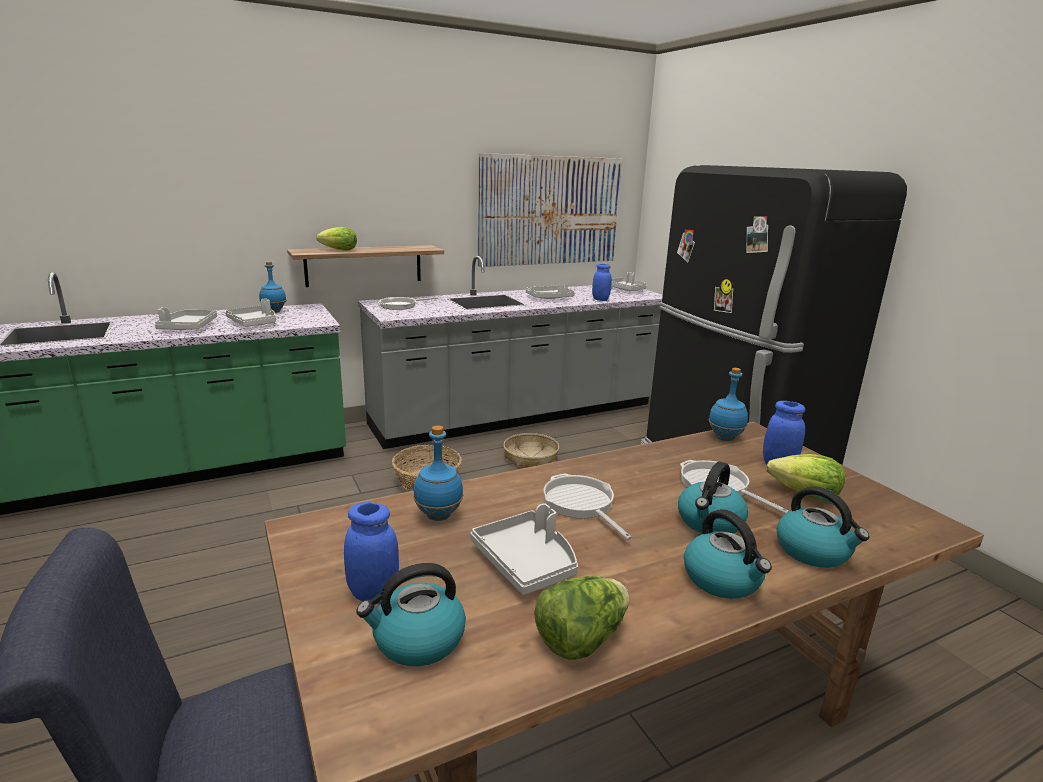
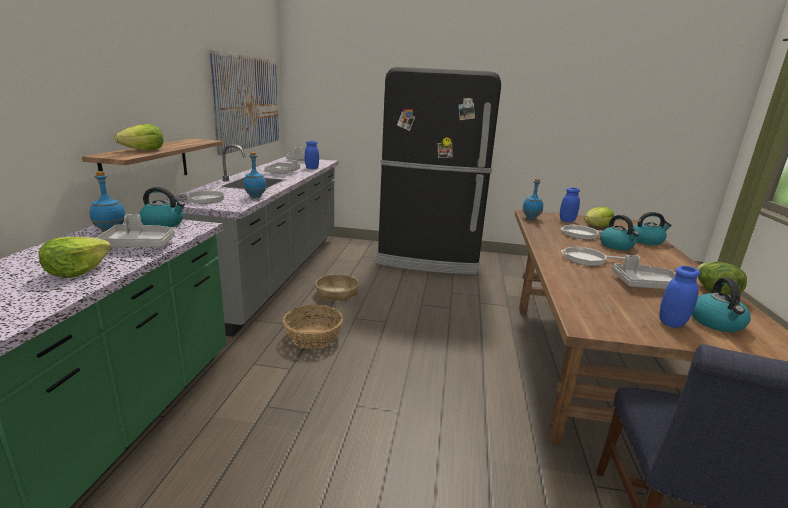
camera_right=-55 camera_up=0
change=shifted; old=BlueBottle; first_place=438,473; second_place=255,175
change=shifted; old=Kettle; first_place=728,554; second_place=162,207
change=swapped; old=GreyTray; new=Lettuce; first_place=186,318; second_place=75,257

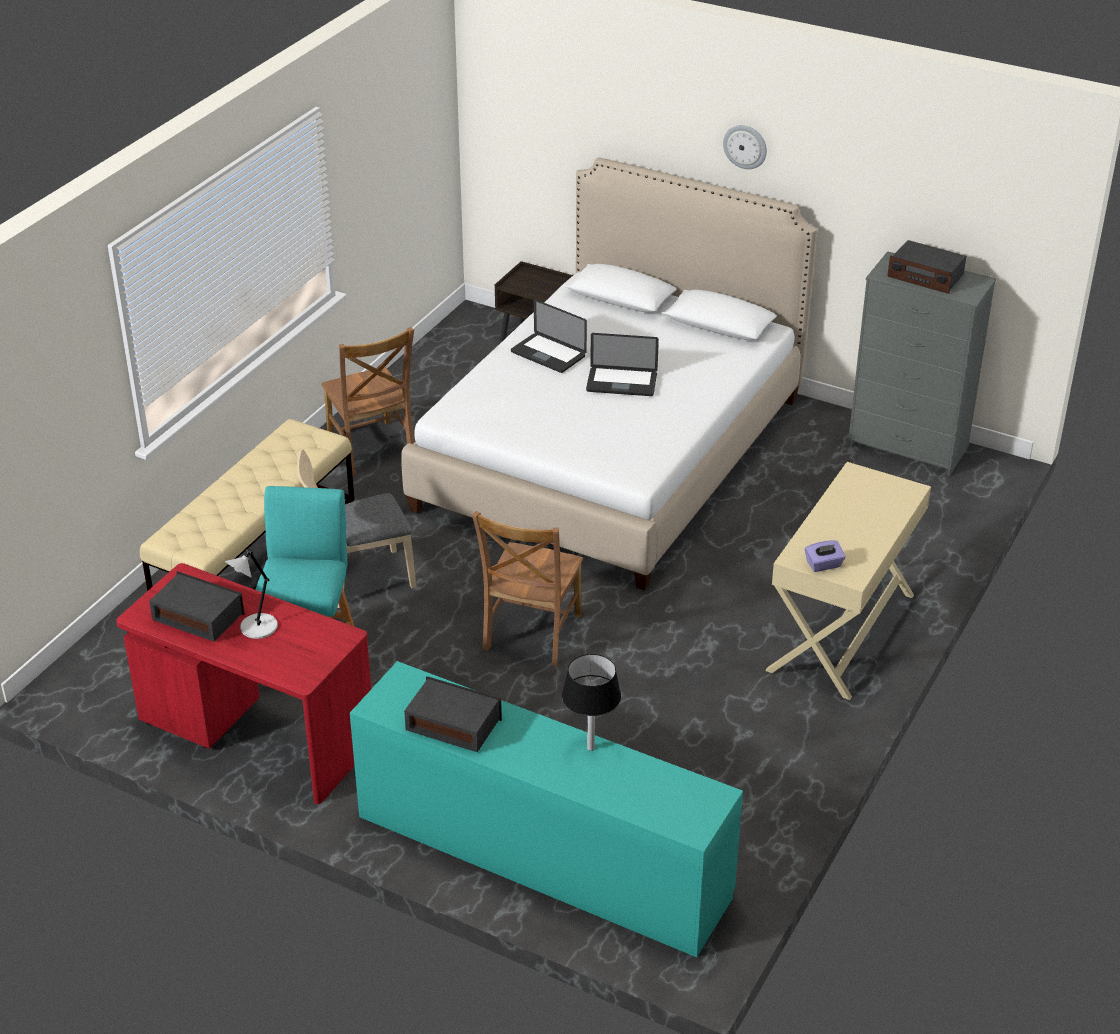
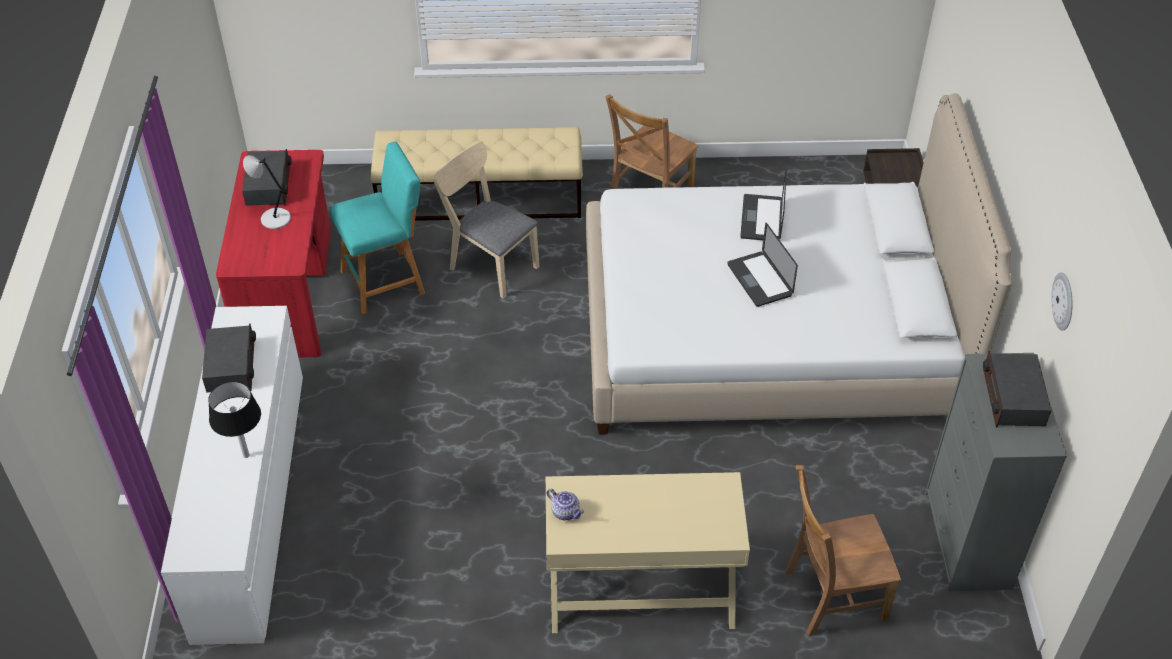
camera_right=60 camera_up=10
change=shifted; old=BrownChair; first_place=527,588; second_place=843,550
change=shifted; old=WallClock; first_place=745,147; second_place=1061,301
change=swapped; old=PurpleTissueBox; new=Teapot; first_place=825,556; second_place=565,505
change=repainted; old=TurquoiseDresser; new=WhiteDresser; first_place=546,809; second_place=232,475

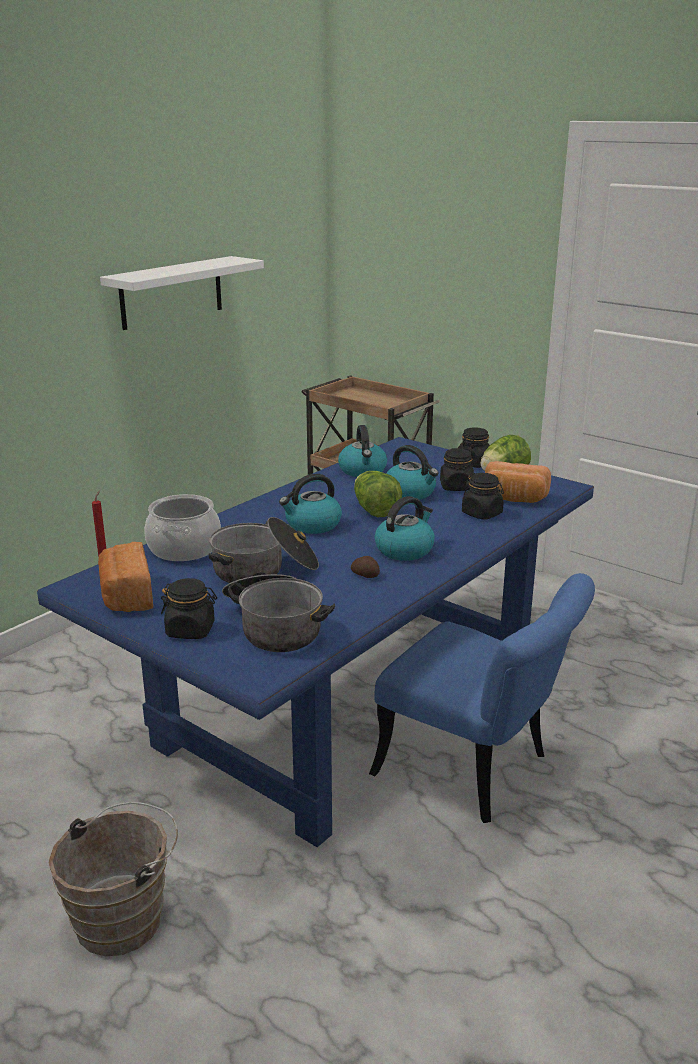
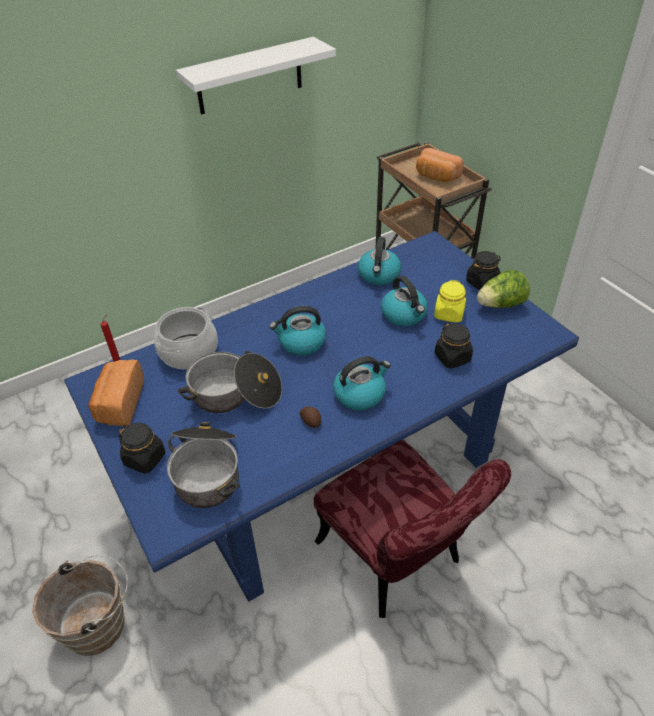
camera_right=20 camera_up=20
change=gone; old=Lettuce; first_place=378,494
change=shifted; old=Bread; first_place=518,482; second_place=440,165
change=repainted; old=BlueChair; new=RedChair; first_place=482,698; second_place=412,529
change=repainted; old=BlackJar; new=YellowJar; first_place=457,469; second_place=450,301

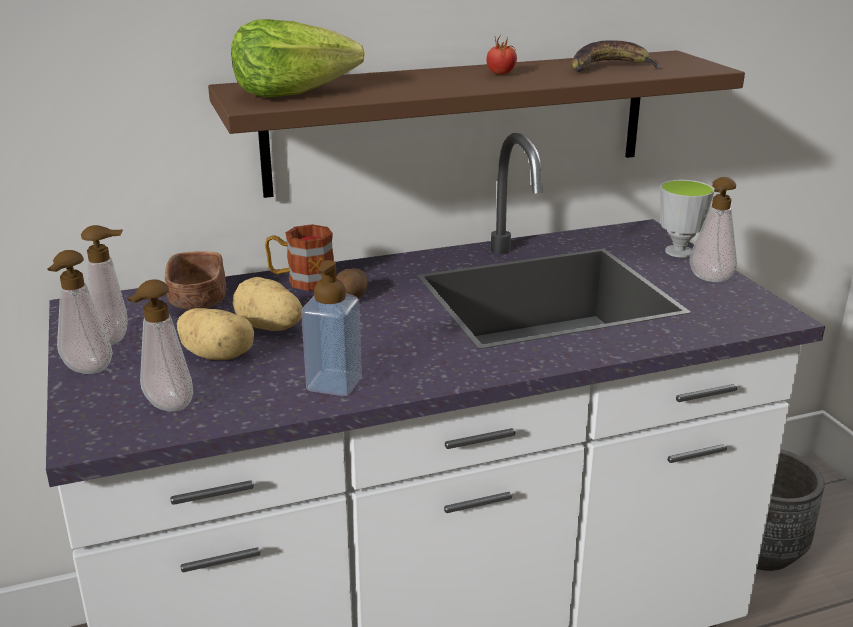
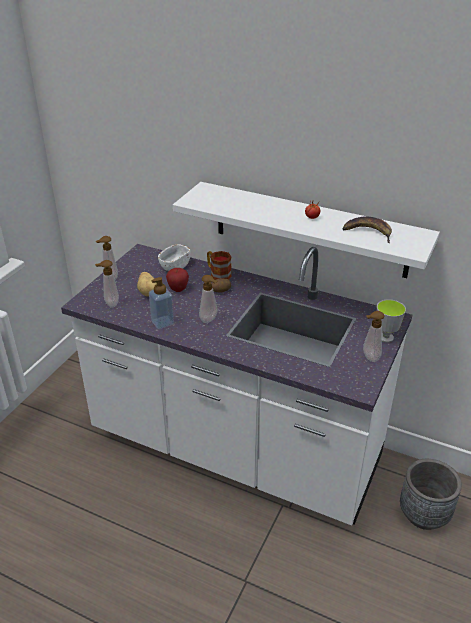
camera_right=45 camera_up=10
change=gone; old=Lettuce; first_place=298,58
change=shifted; old=SoapDispenser; first_place=104,285; second_place=208,299
change=swapped; old=Potato; new=Apple; first_place=268,304; second_place=177,280
change=repainted; old=BrownBowl; new=WhiteBowl; first_place=195,280; second_place=174,257
change=repainted; old=BrownShelf; new=WhiteShelf; first_place=476,124; second_place=306,230

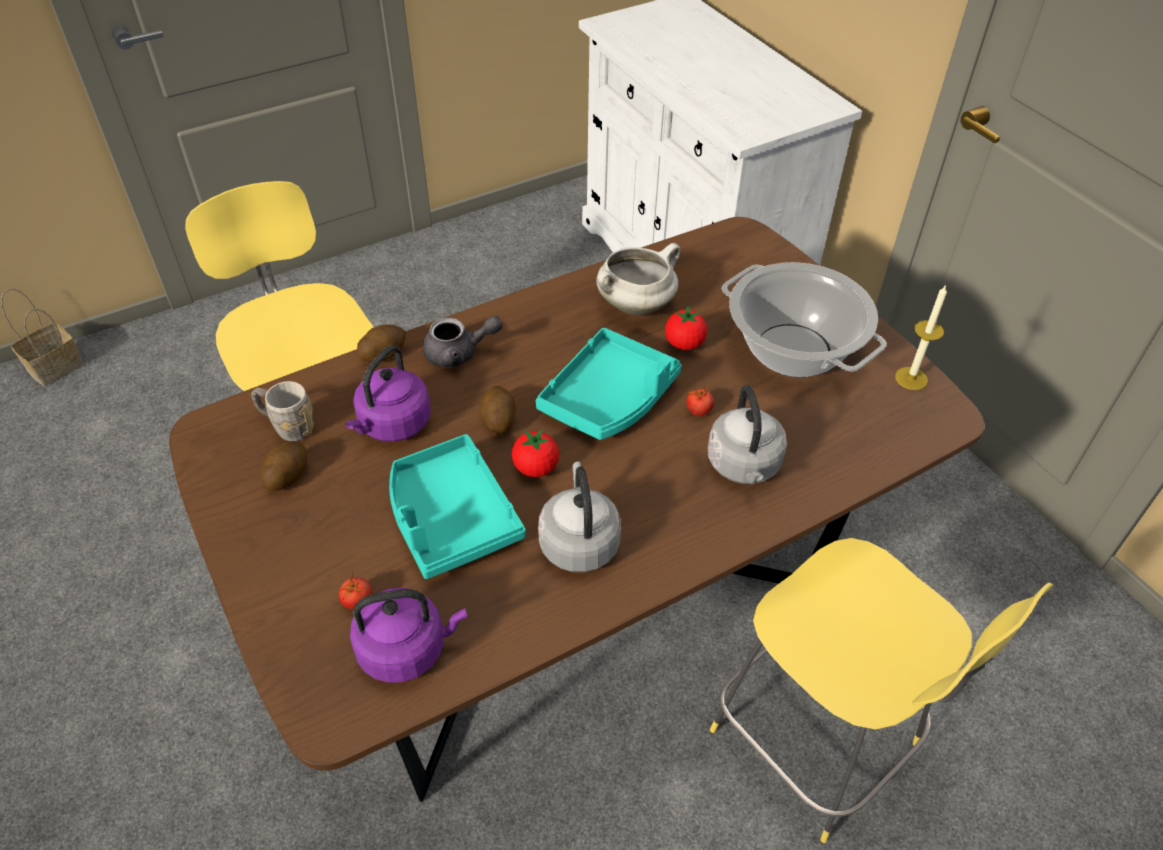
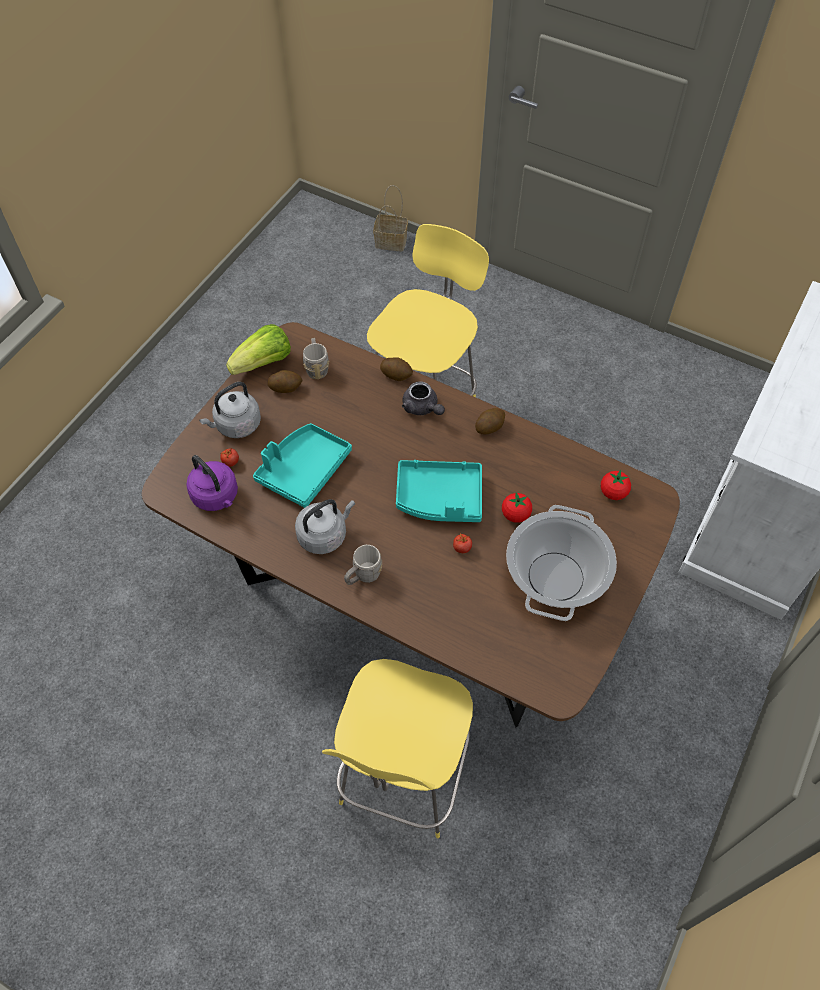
camera_right=60 camera_up=10
change=gone; old=PurpleKettle; first_place=388,393
change=gone; old=WhiteCookingPot; first_place=639,279
change=gone; old=Candle; first_place=921,337
change=new; new=Lettuce; second_place=258,349
change=new; new=GreyMug; second_place=363,565
change=shifted; old=Potato; first_place=498,410; second_place=490,421
change=shifted; old=Tomato; first_place=535,453; second_place=615,485
change=shifted; old=GreyKettle; first_place=747,434; second_place=230,410

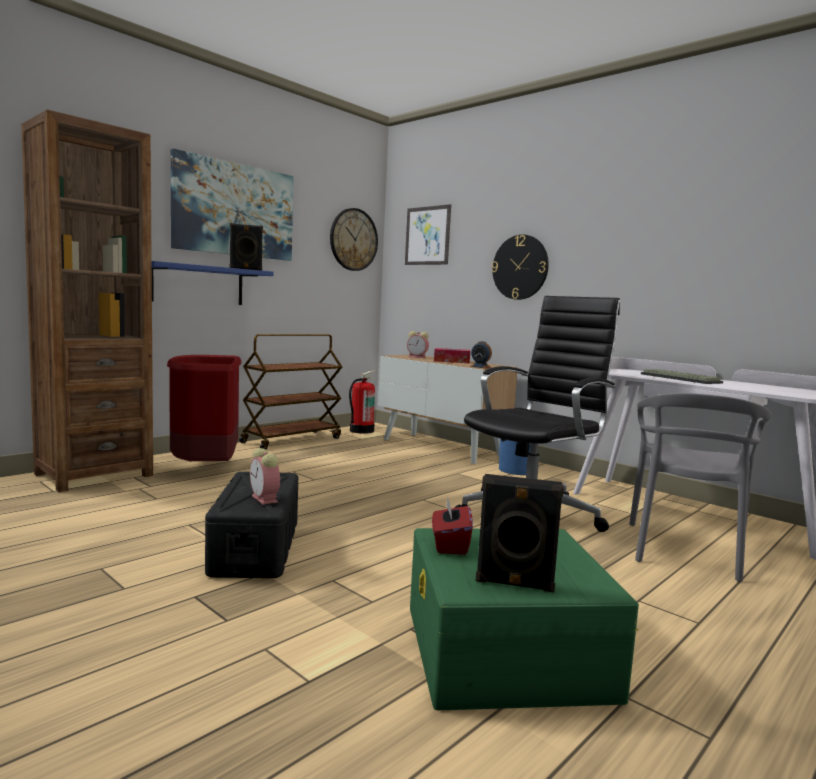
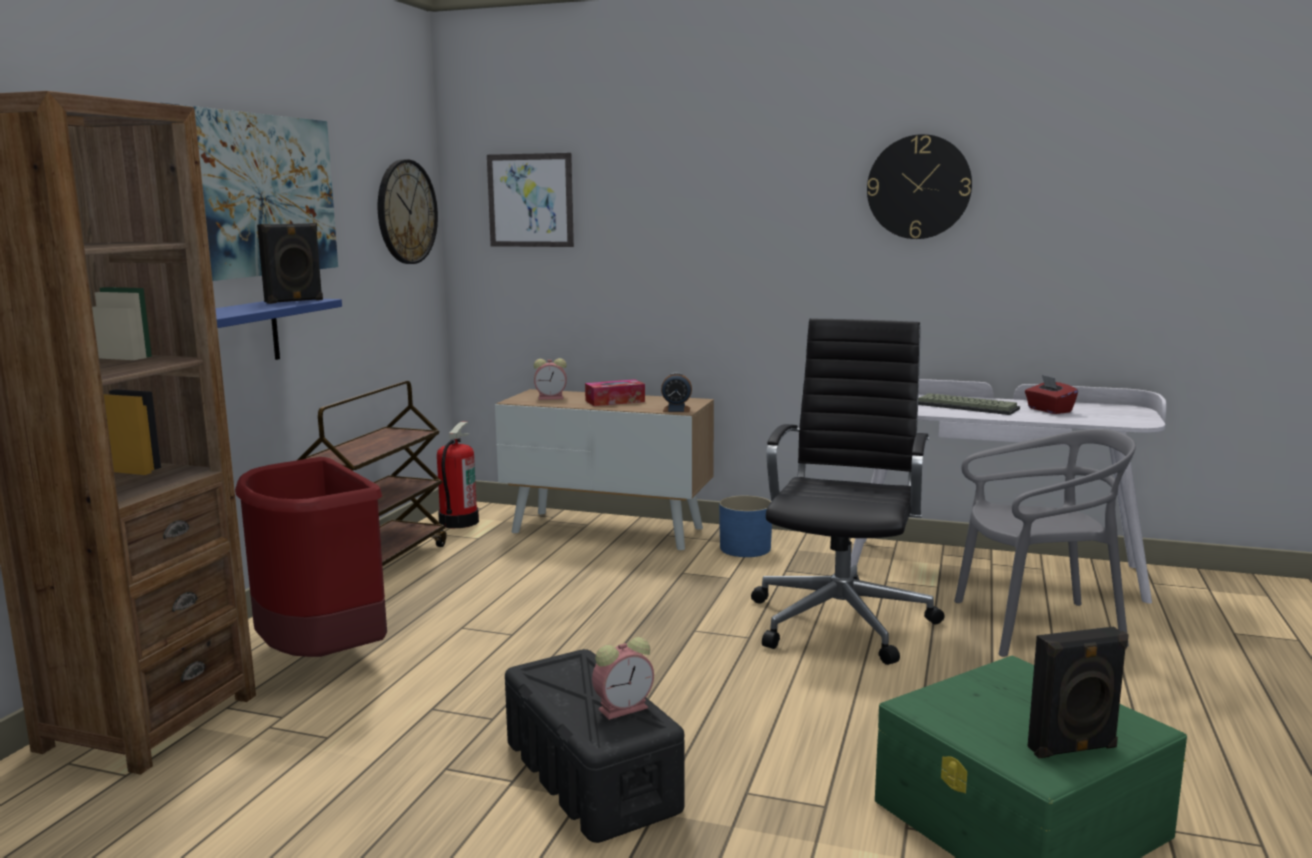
camera_right=-25 camera_up=5
change=shifted; old=RedTissueBox; first_place=452,526; second_place=1051,394
change=shifted; old=WallClock; first_place=520,267; second_place=919,186
change=rotated; old=AlarmClock; first_place=265,476; second_place=623,678; degrees=-60
change=rotated; old=GreyChair; first_place=700,487; second_place=1045,543; degrees=-90

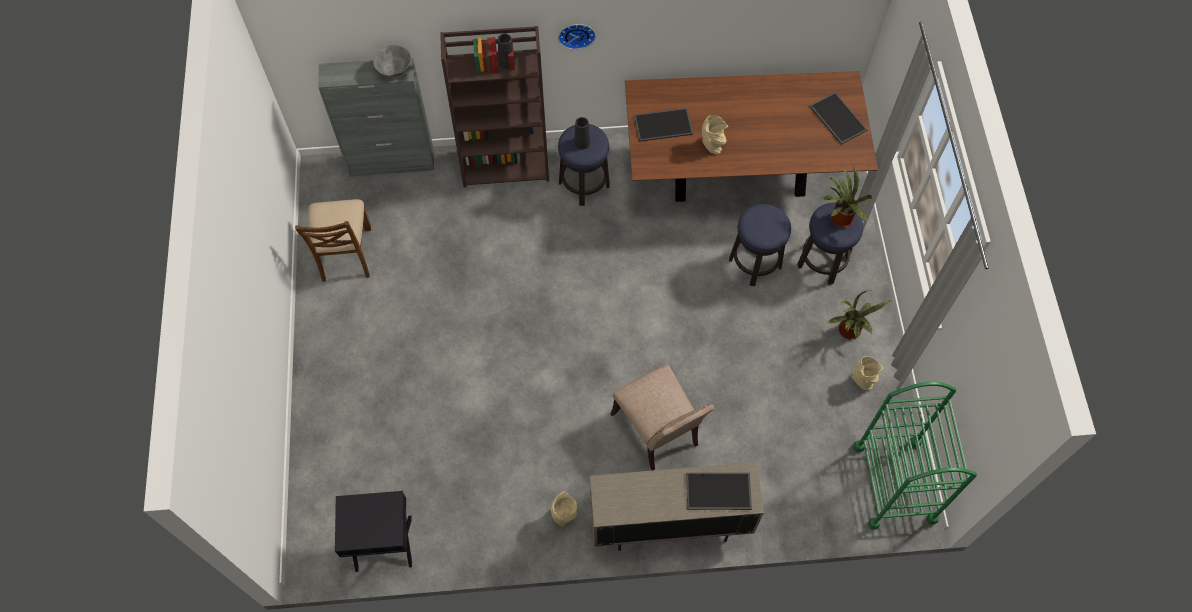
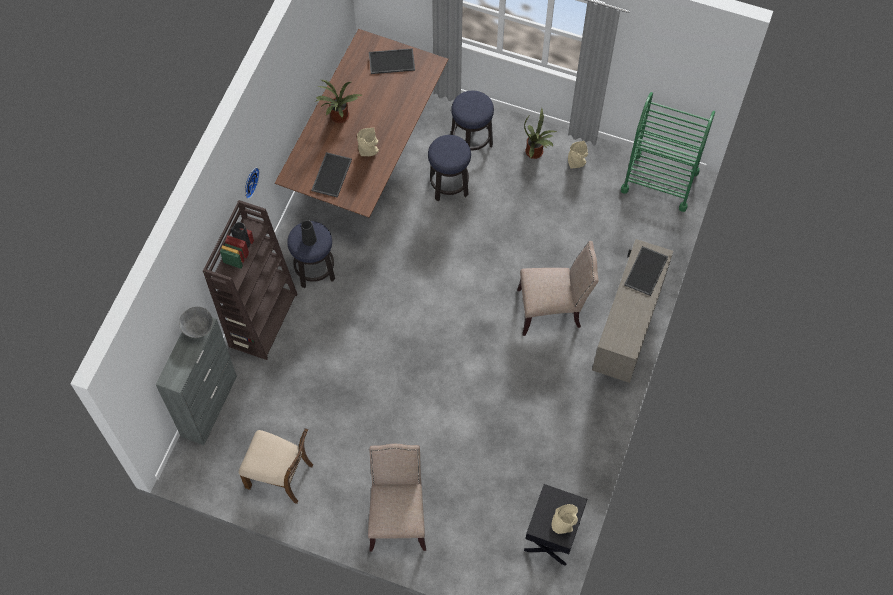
camera_right=-65 camera_up=0
change=new; new=BeigeChair; second_place=397,497
change=shifted; old=BeigeVase; first_place=564,509; second_place=565,519
change=shifted; old=PottedPlant; first_place=847,197; second_place=338,101

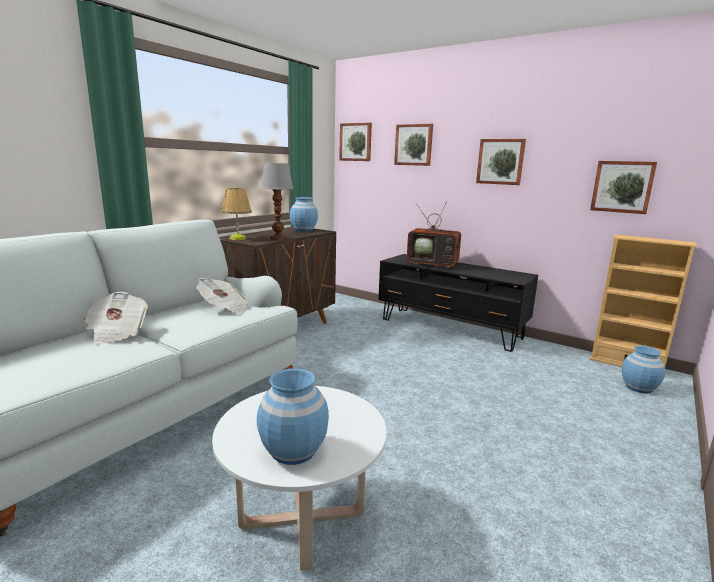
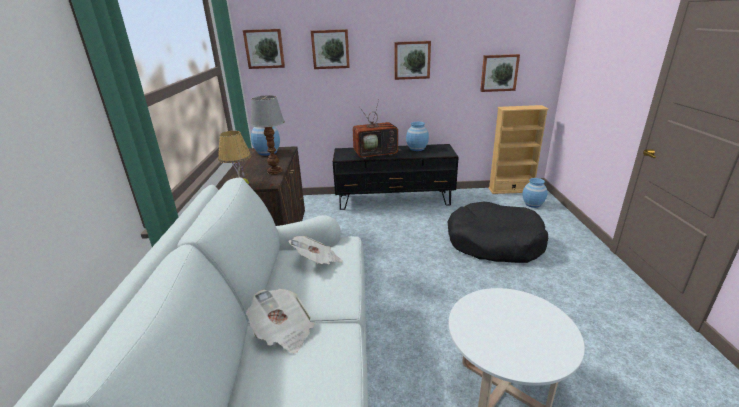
camera_right=-35 camera_up=10
change=new; new=BlackDogBed; second_place=497,232
change=shifted; old=BlueVase; first_place=293,416; second_place=417,136

